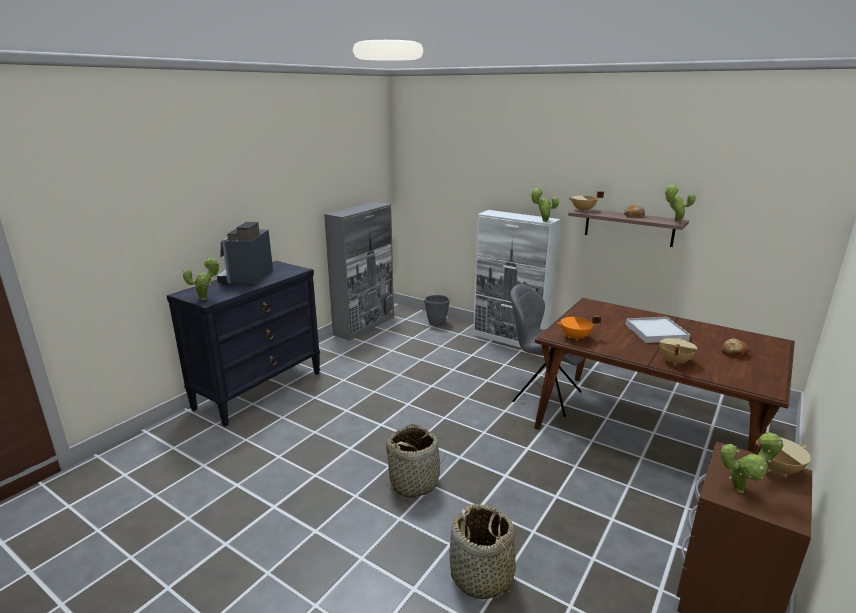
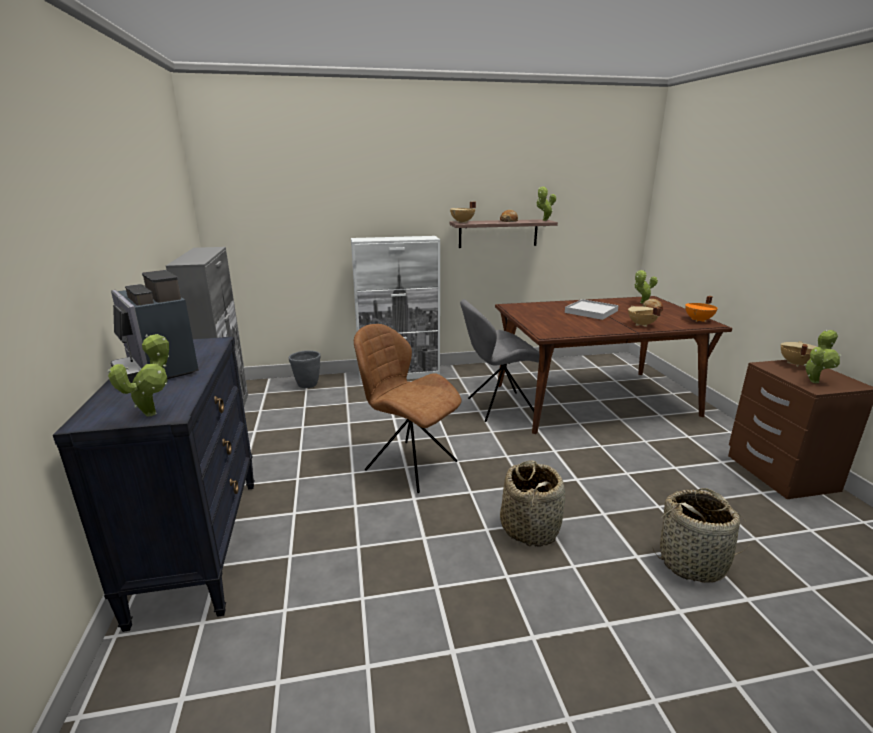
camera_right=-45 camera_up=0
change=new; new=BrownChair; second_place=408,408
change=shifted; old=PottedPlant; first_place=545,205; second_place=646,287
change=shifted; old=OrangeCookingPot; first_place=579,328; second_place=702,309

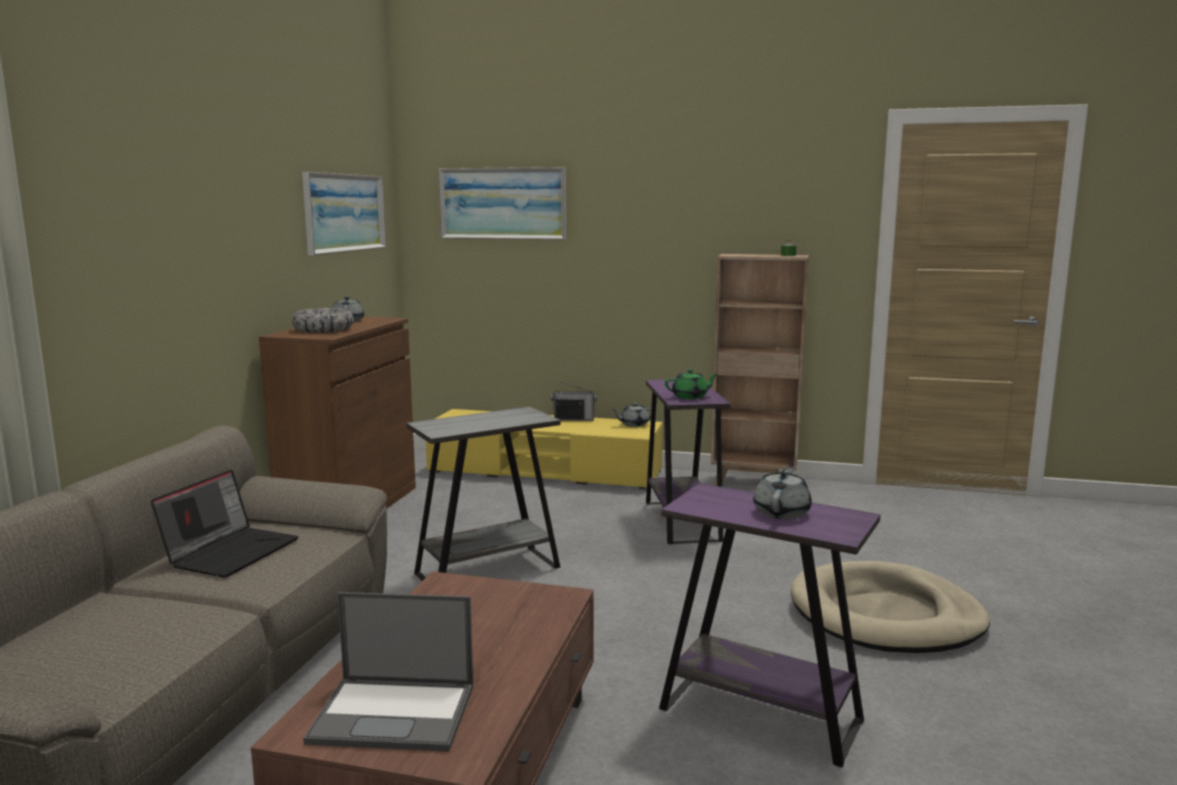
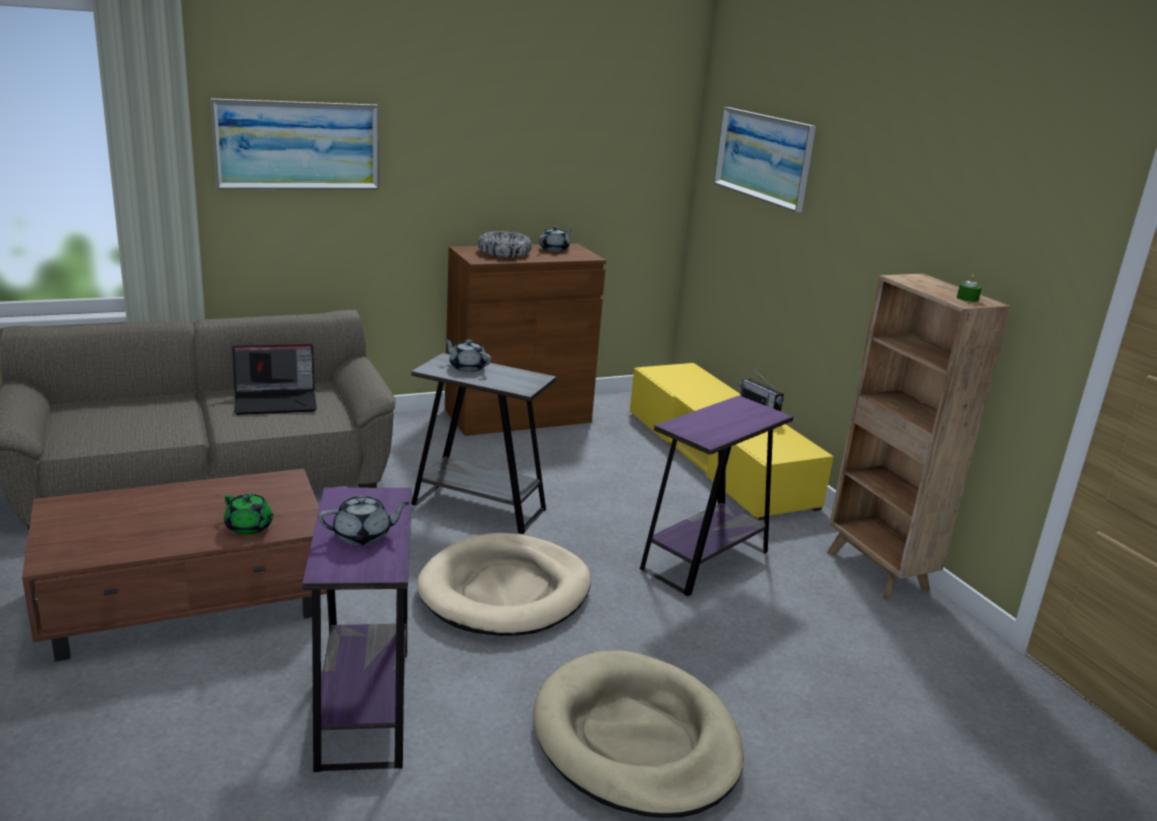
camera_right=50 camera_up=10
change=gone; old=Laptop; first_place=388,671
change=new; new=BeigeDogBed; second_place=504,584
change=shifted; old=Picture; first_place=344,214; second_place=295,144
change=shifted; old=GreyTeapot; first_place=631,415; second_place=468,355
change=shifted; old=GreenTeapot; first_place=691,384; second_place=249,514

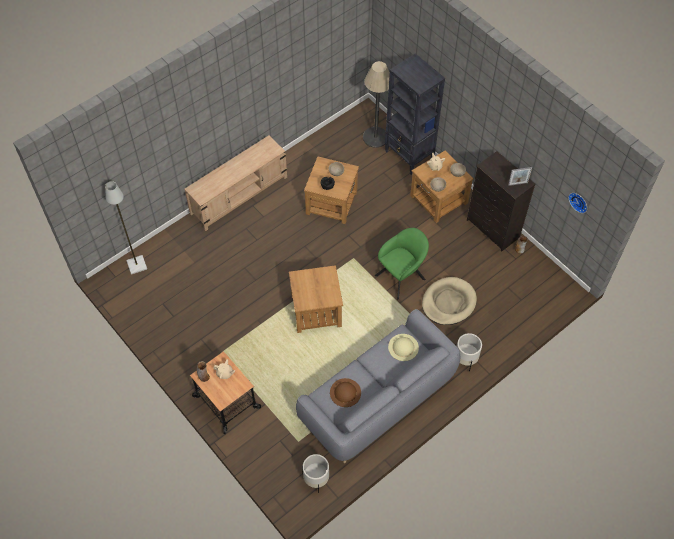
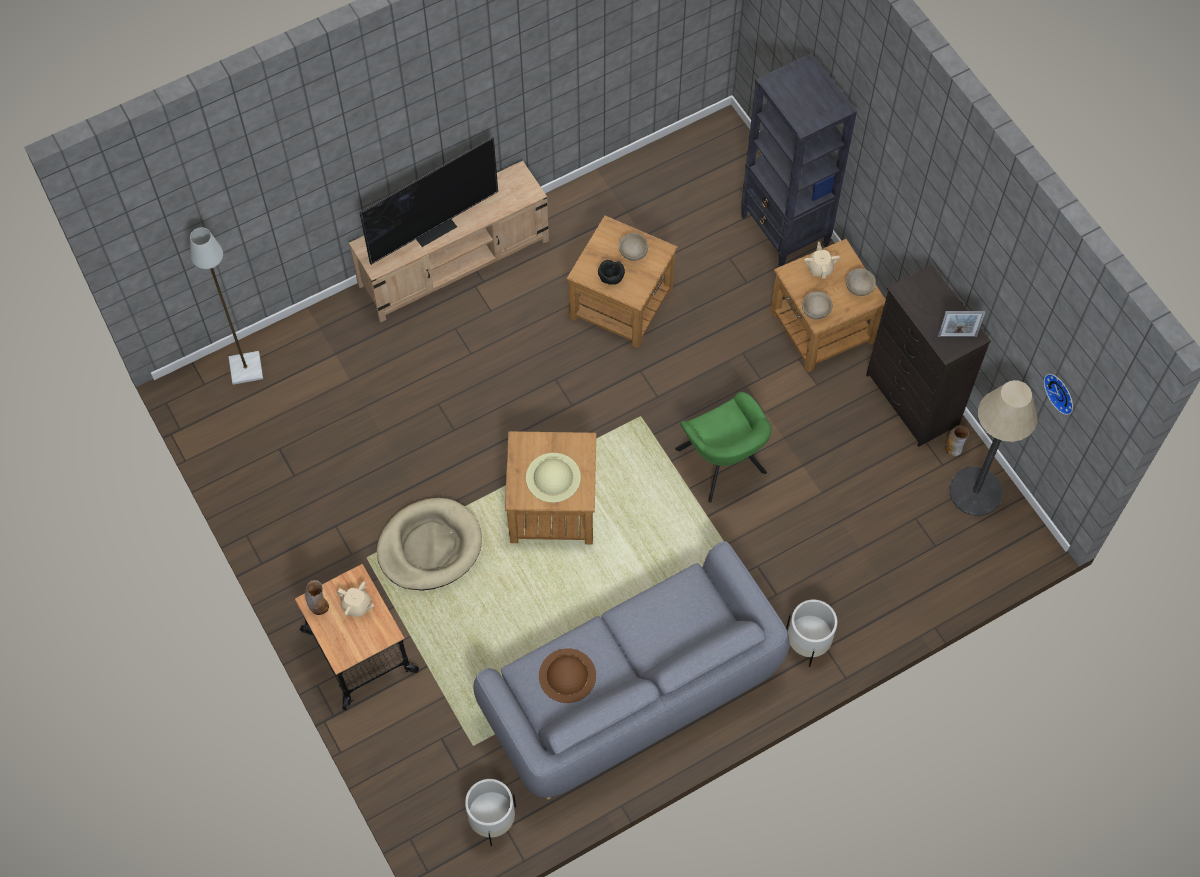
camera_right=10 camera_up=5
change=new; new=Television; second_place=429,201
change=shifted; old=FloorLamp; first_place=376,104; second_place=993,448
change=shifted; old=BeigeHat; first_place=403,347; second_place=553,478
change=shifted; old=BeigeDogBed; first_place=449,301; second_place=429,544
change=rotated; old=GreenArmchair; first_place=402,263; second_place=723,447; degrees=90

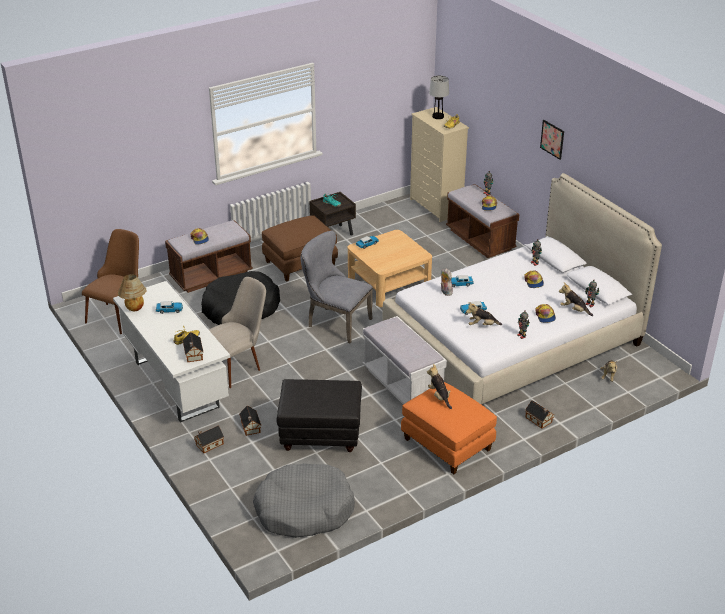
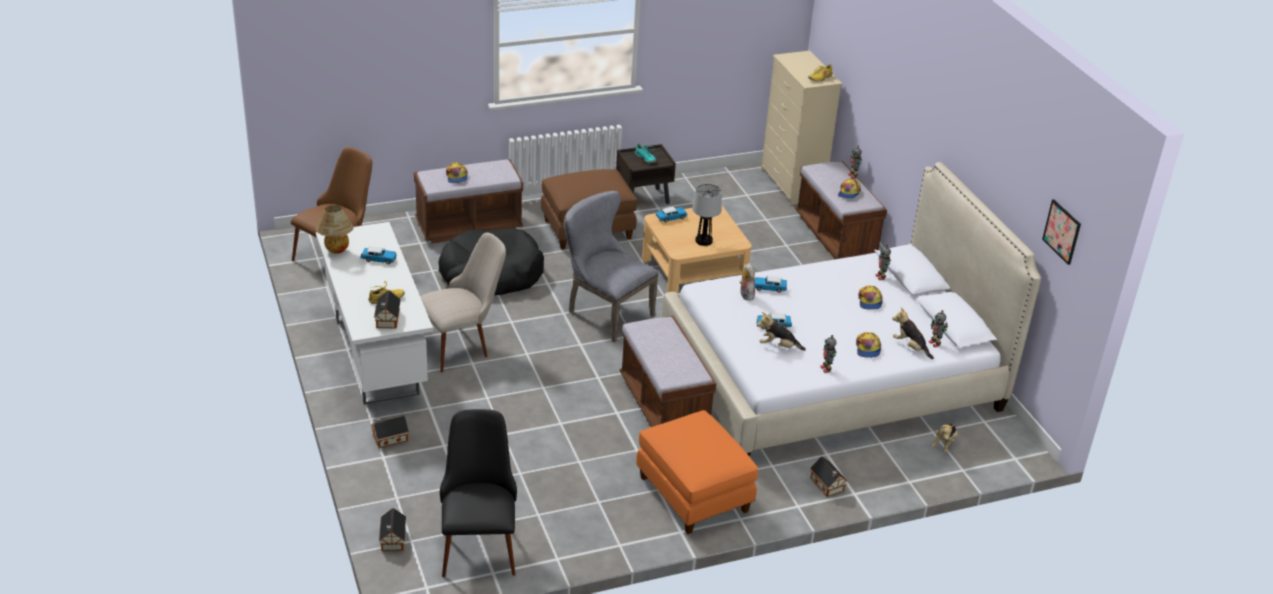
camera_right=10 camera_up=0
change=gone; old=BlackOttoman; first_place=319,415
change=gone; old=PlushToy; first_place=439,386
change=shifted; old=ToyHouse; first_place=250,421; second_place=392,529
change=shifted; old=TableLamp; first_place=439,97; second_place=707,215
change=shifted; old=Picture; first_place=552,140; second_place=1061,232
change=swapped; old=GreyDogBed; new=BlackChair; first_place=304,500; second_place=478,493
change=repainted; old=WhiteBench; new=BrownBench; first_place=405,360; second_place=668,371

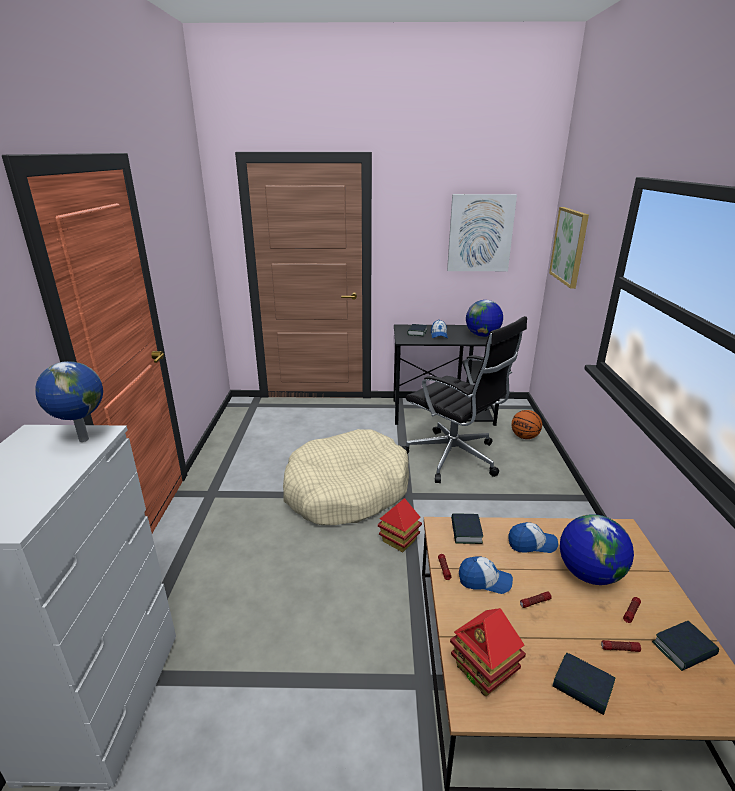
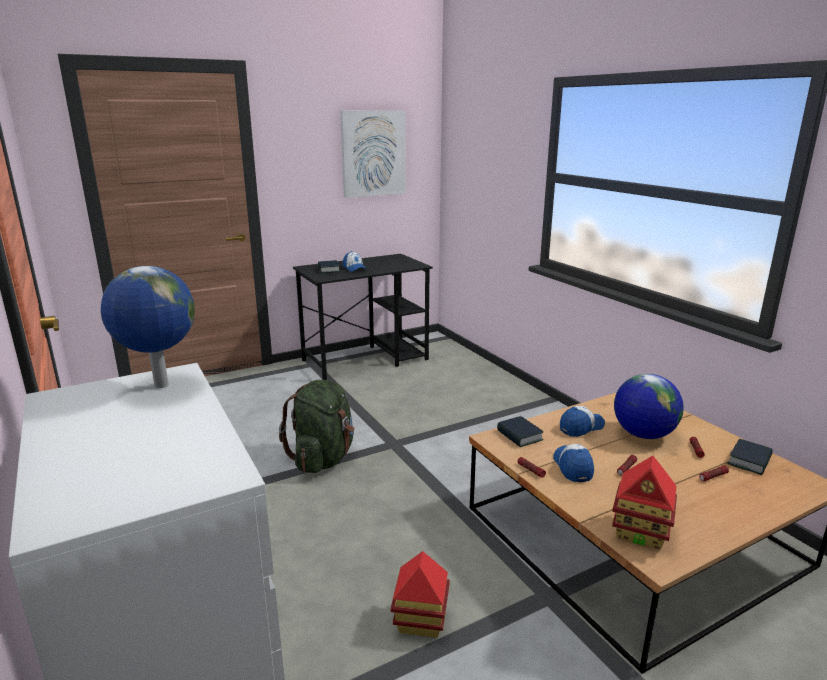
camera_right=-30 camera_up=-5
change=gone; old=BlackOfficeChair; first_place=464,399
change=gone; old=Globe; first_place=484,318
change=gone; old=Basketball; first_place=526,424
change=gone; old=Picture; first_place=569,248
change=gone; old=Book; first_place=584,684
change=shifted; old=ToyHouse; first_place=400,525; second_place=420,594
change=swapped; old=BeigeDogBed; new=GreenBackpack; first_place=346,477; second_place=317,426
change=rotated; old=Cap; first_place=486,575; second_place=573,463; degrees=-75

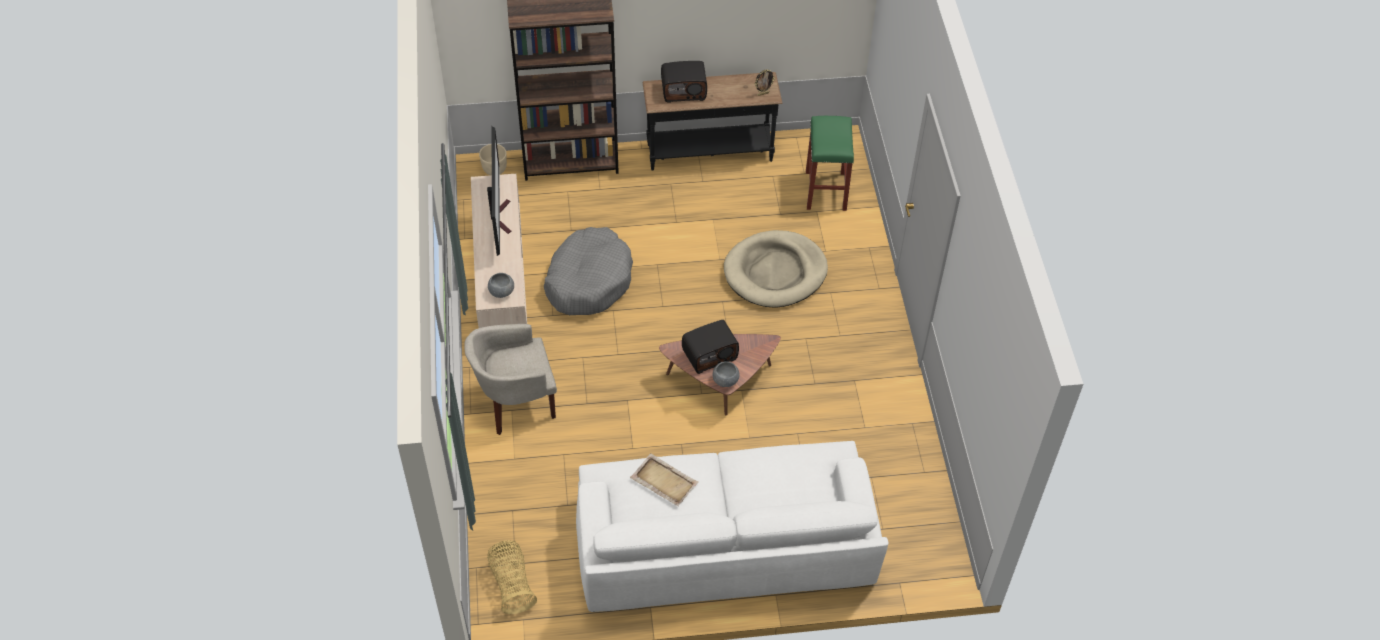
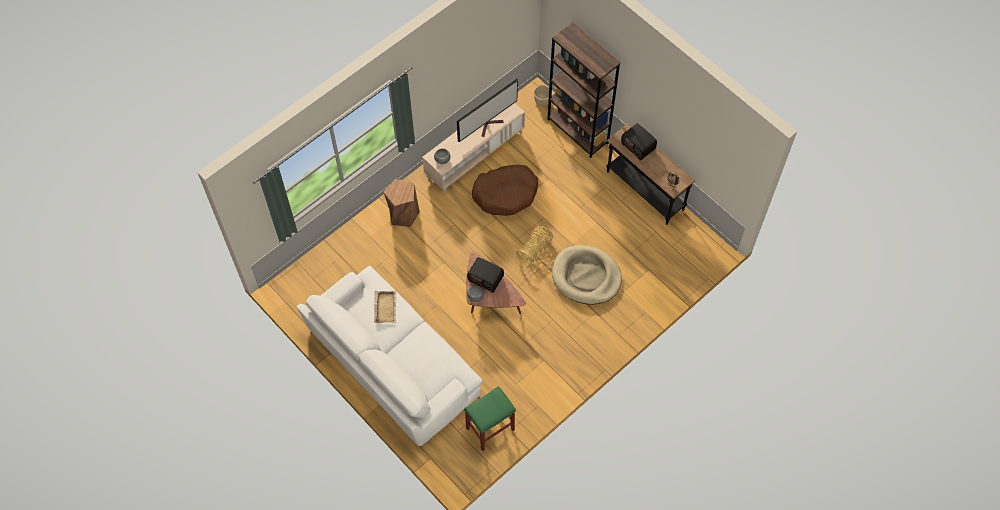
camera_right=55 camera_up=10
change=shifted; old=Basket; first_place=512,577; second_place=534,245
change=shifted; old=GreenStool; first_place=830,163; second_place=490,418
change=swapped; old=BeigeArmchair; new=BrownStool; first_place=510,379; second_place=401,202
change=repainted; old=GreyDogBed; new=BrownDogBed; first_place=588,271; second_place=505,190

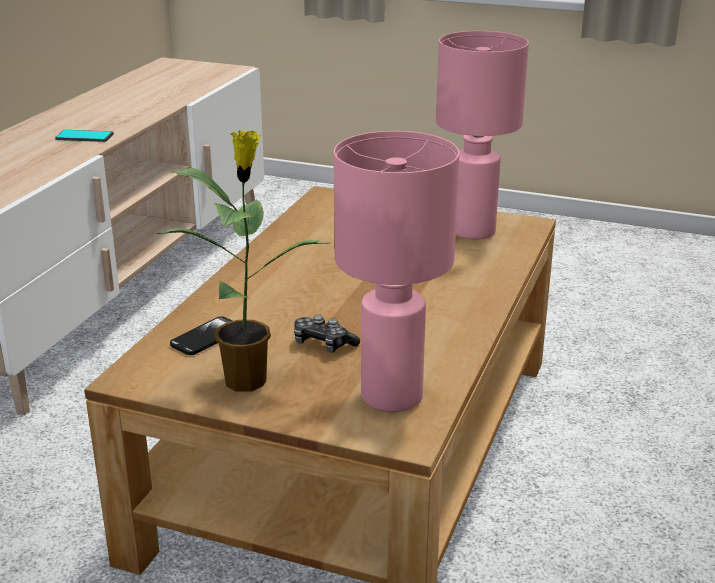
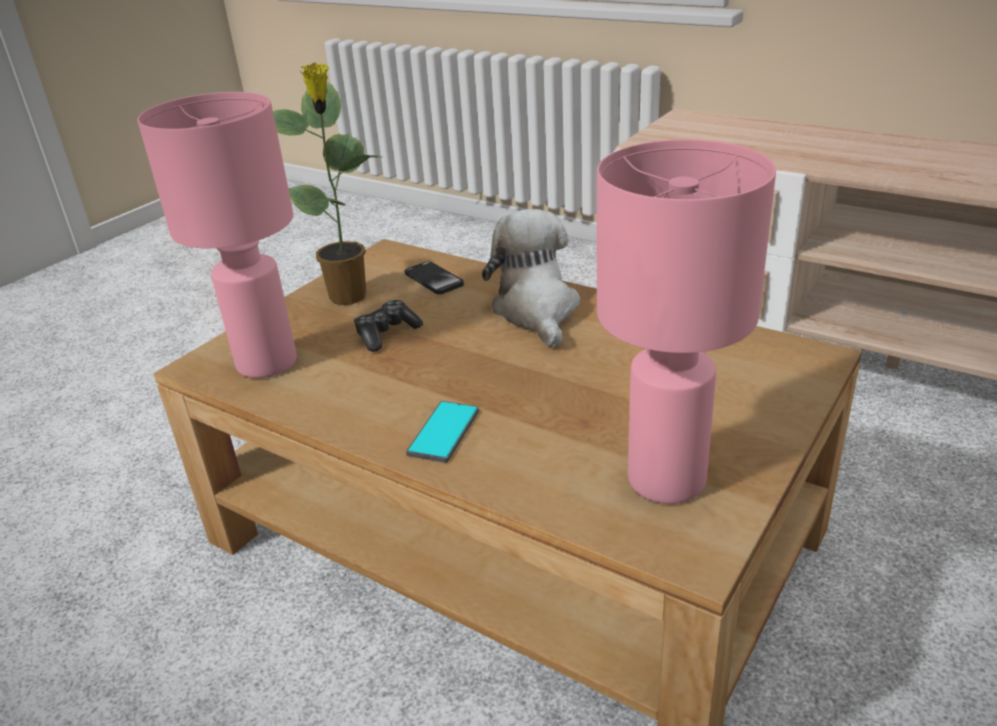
camera_right=105 camera_up=5
change=new; new=PlushToy; second_place=531,278
change=shifted; old=Phone; first_place=84,136; second_place=442,432

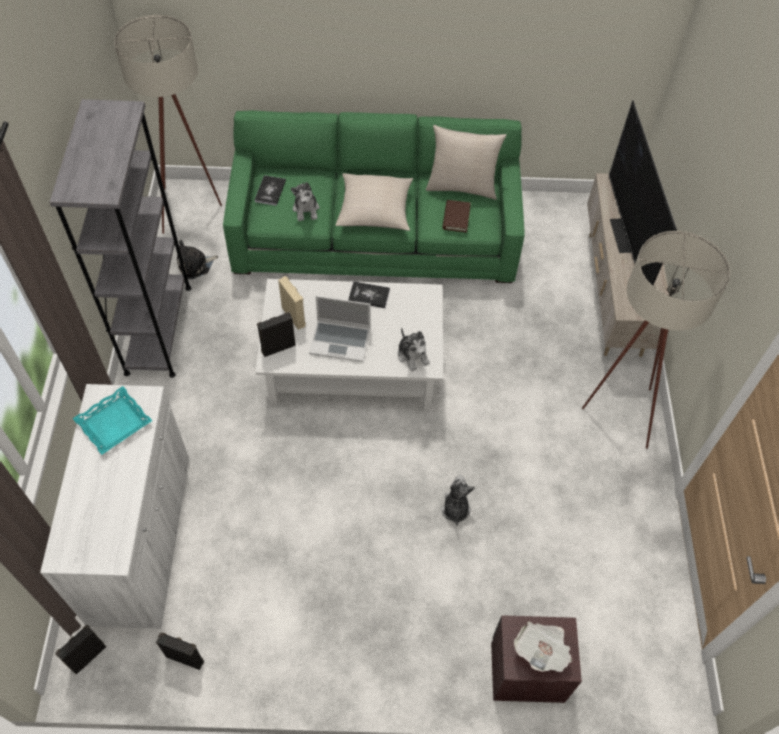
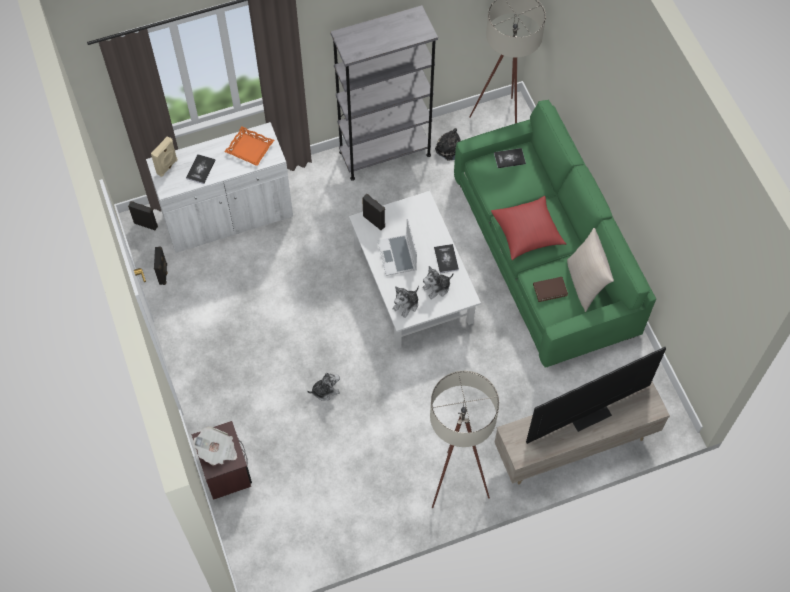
camera_right=70 camera_up=5
change=new; new=Book; second_place=201,169
change=shifted; old=BeigeSpeaker; first_place=292,303; second_place=164,156
change=shifted; old=PlushToy; first_place=305,201; second_place=438,282
change=repainted; old=TurquoiseTray; new=OrangeTray; first_place=112,420; second_place=249,146
change=repainted; old=BeigePillow; new=RedPillow; first_place=374,202; second_place=528,227

